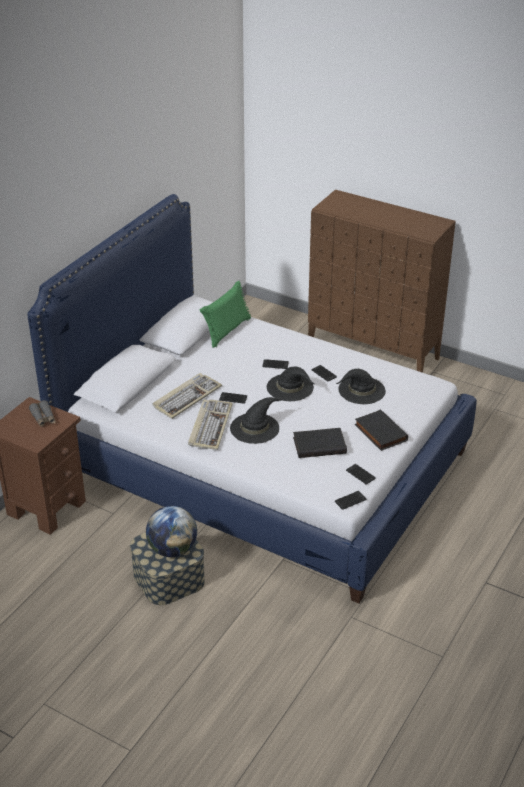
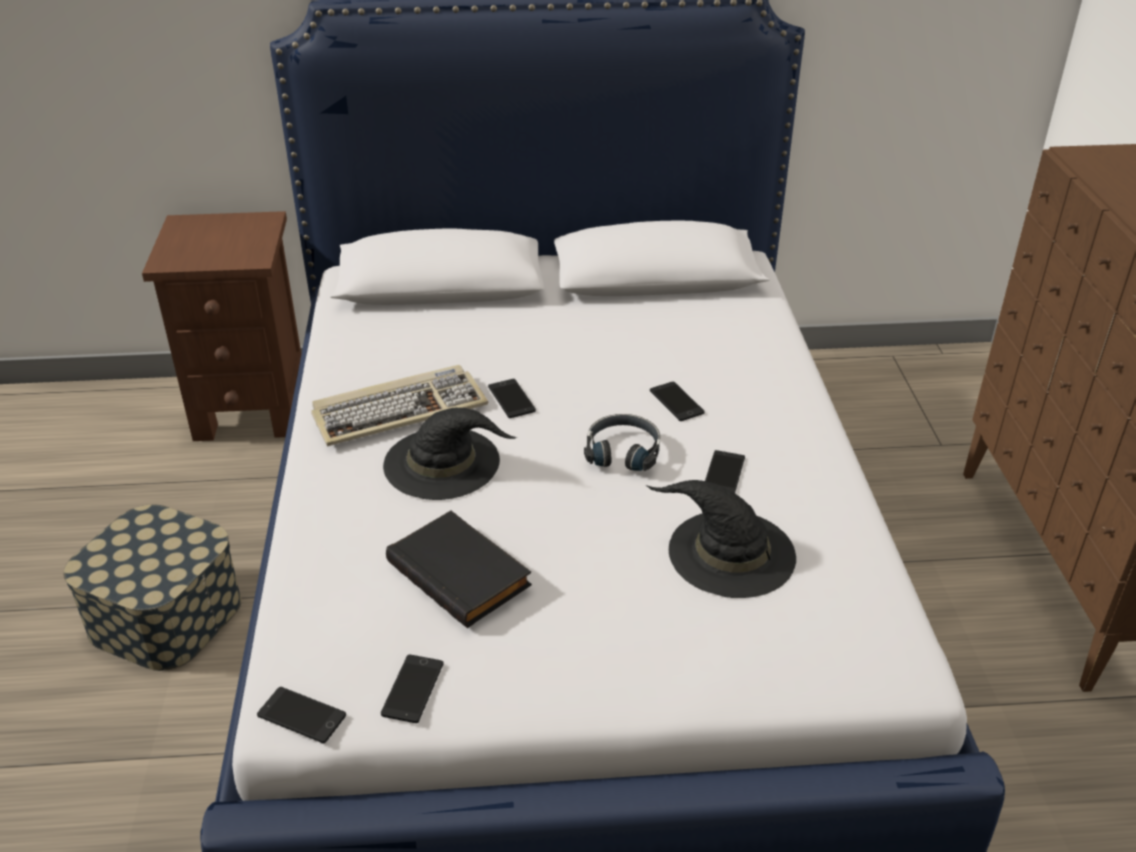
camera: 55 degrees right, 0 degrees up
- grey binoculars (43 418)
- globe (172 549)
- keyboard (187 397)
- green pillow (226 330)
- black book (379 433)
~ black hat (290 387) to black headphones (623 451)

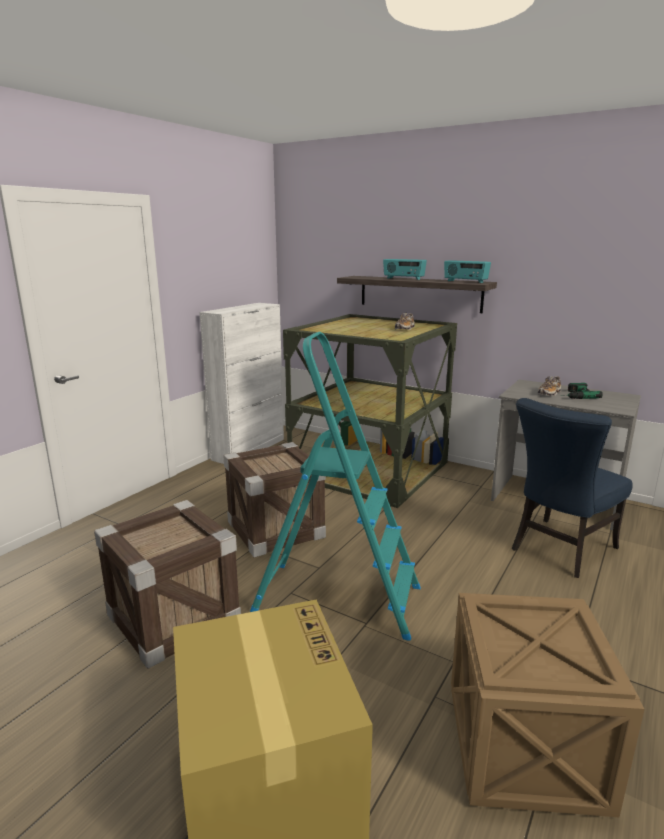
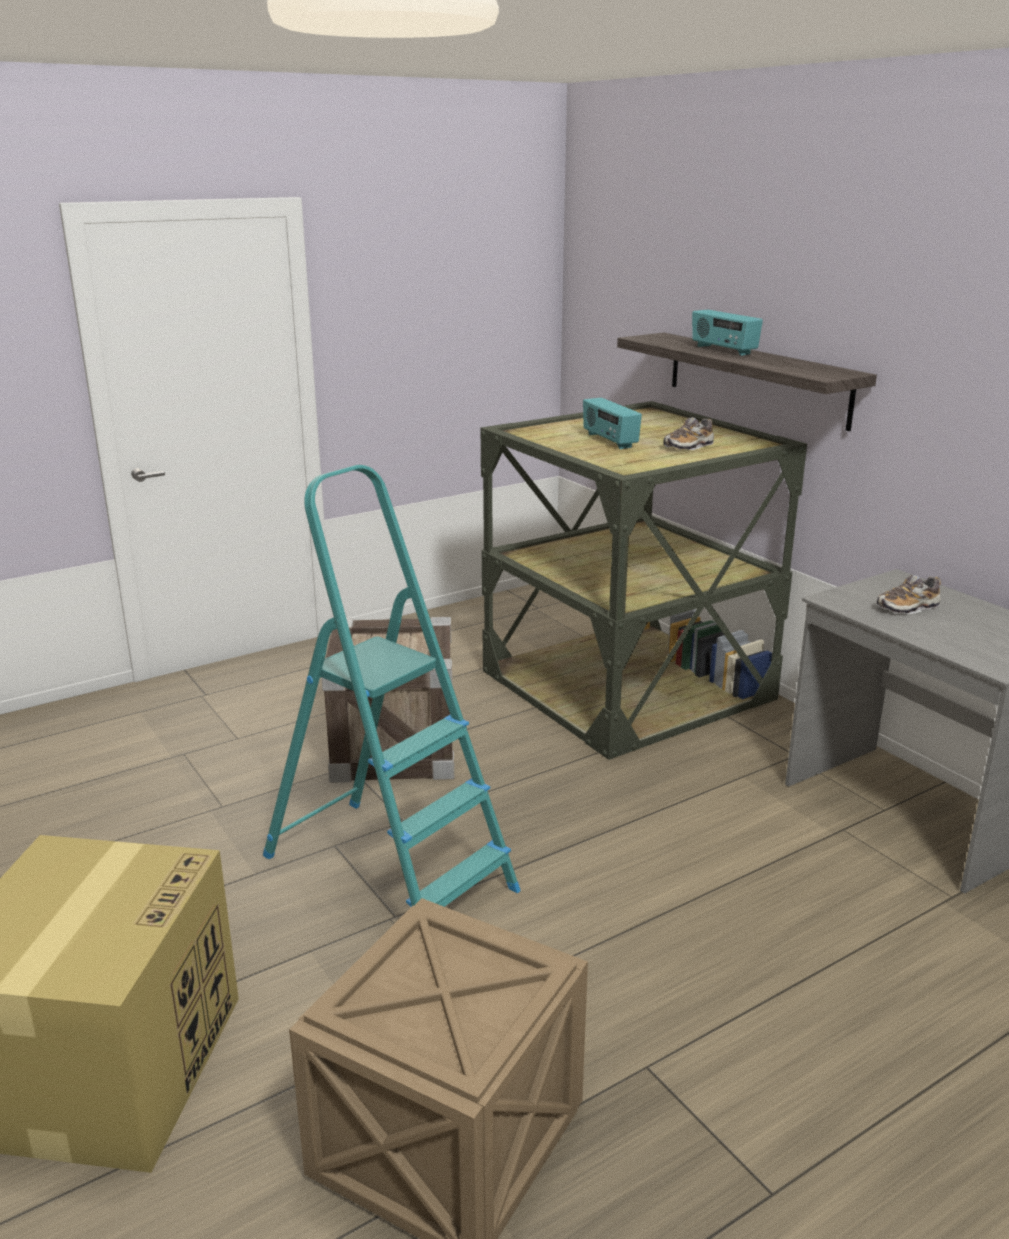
camera: 25 degrees right, 5 degrees up
- crate (173 618)
- white cabinet (249 449)
- blue chair (559 550)
- power drill (573 395)
~ radio (465 281) to (609 441)

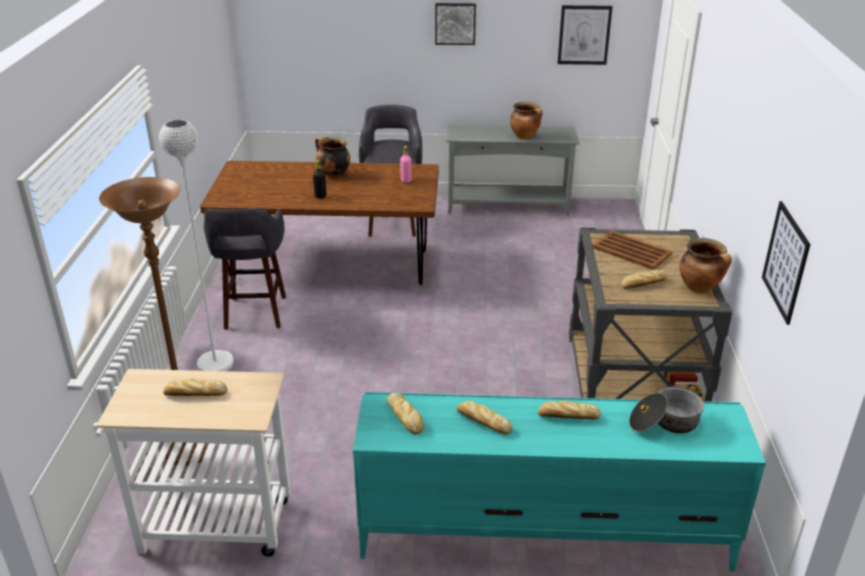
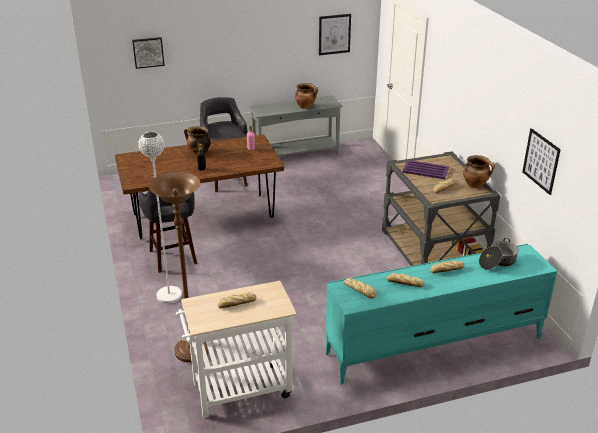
camera: 20 degrees left, 0 degrees up
~ picture (455 23) to (148 52)
~ brown tray (631 250) to purple tray (425 170)

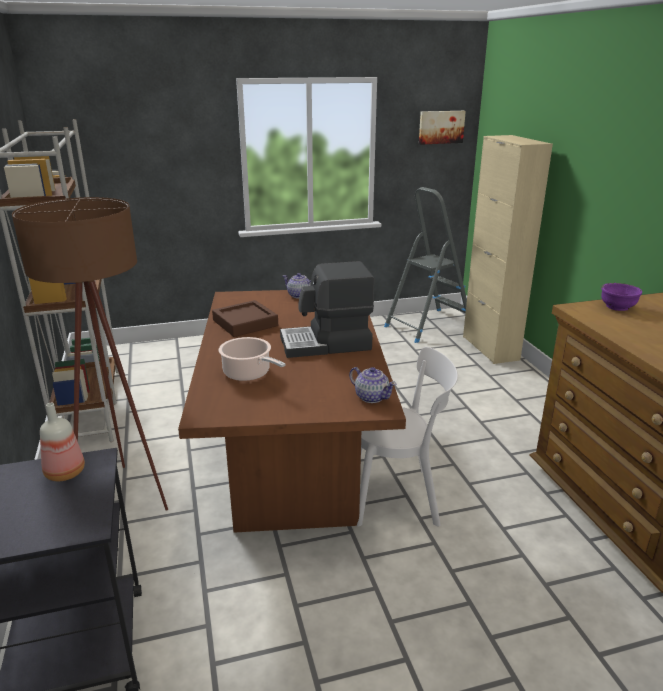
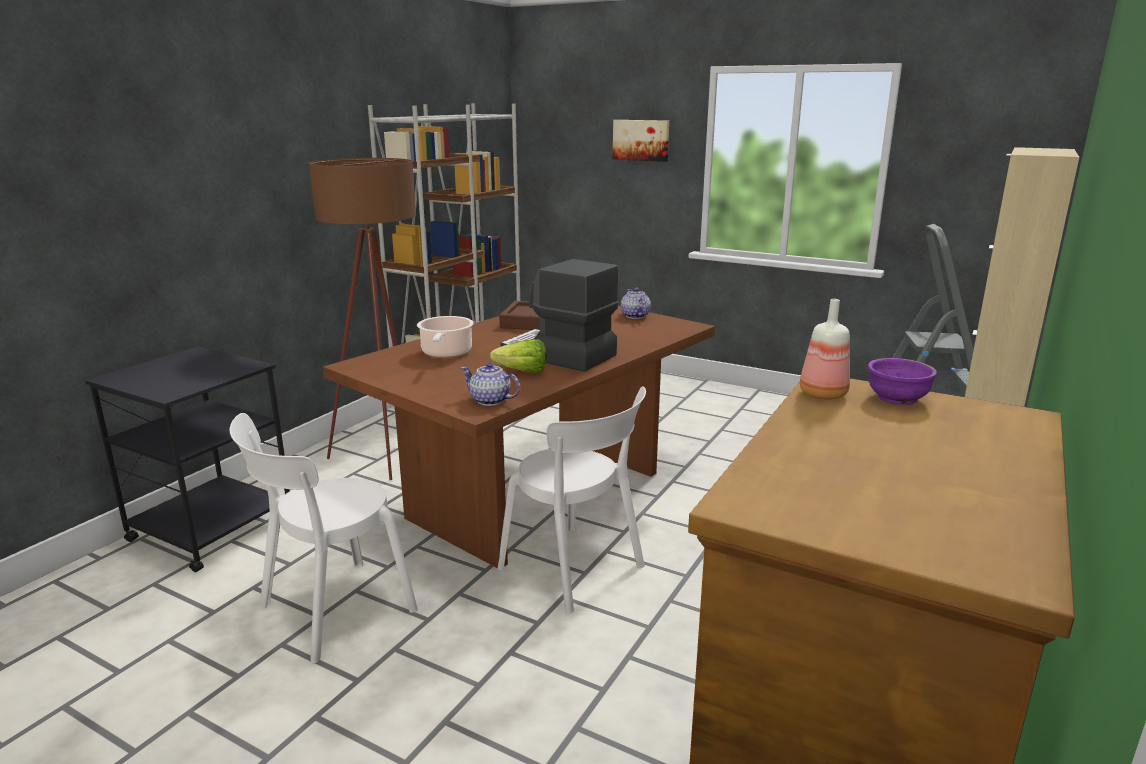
camera: 45 degrees right, 5 degrees down
+ white chair (331 611)
+ lettuce (518 372)
~ bottle (64 473) to (821 394)
~ picture (441 127) to (641 140)
~ teapot (371 397) = (490 400) 120 degrees clockwise

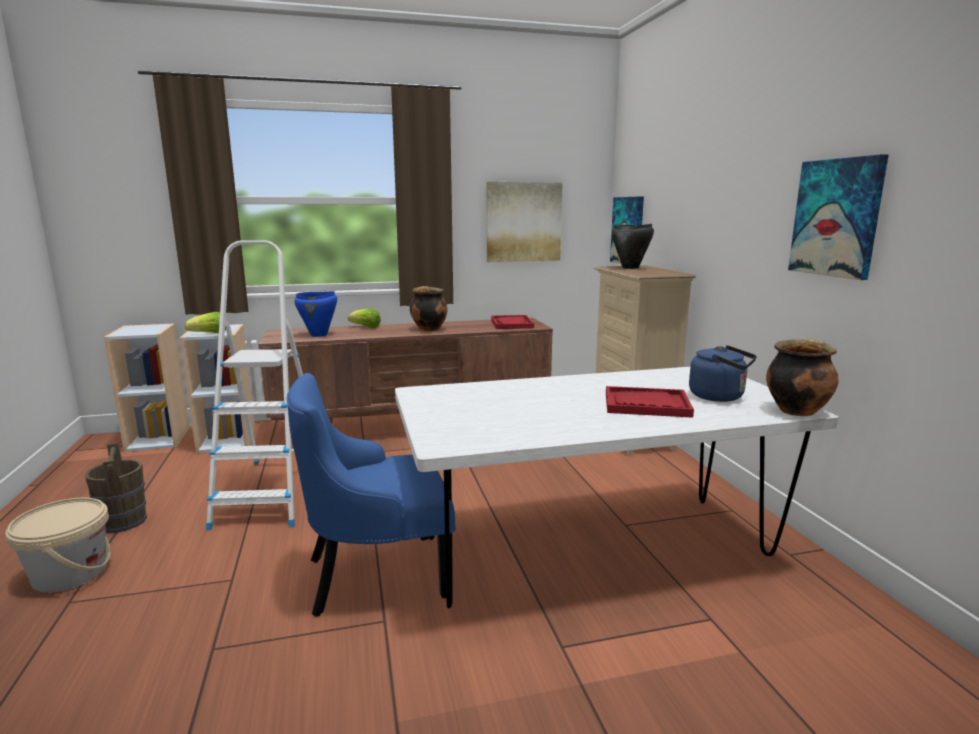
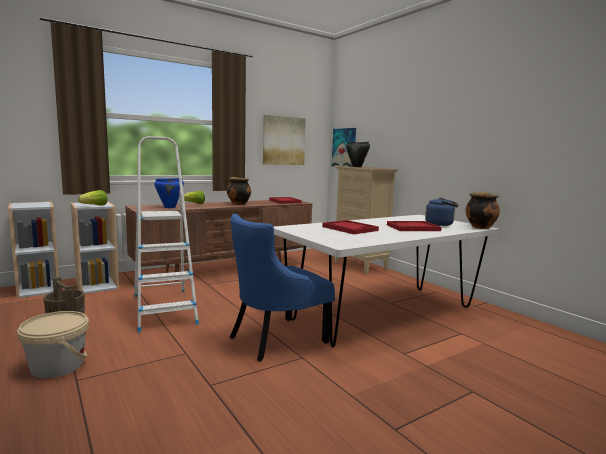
camera: 20 degrees left, 5 degrees down
- picture (836 218)
+ red tray (349 228)

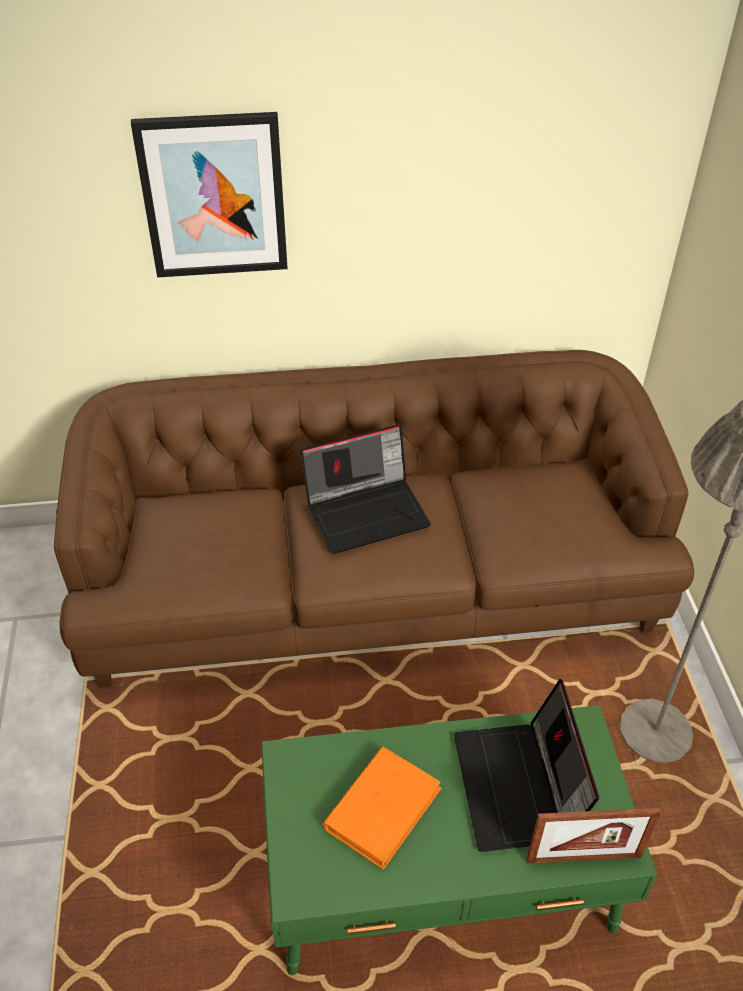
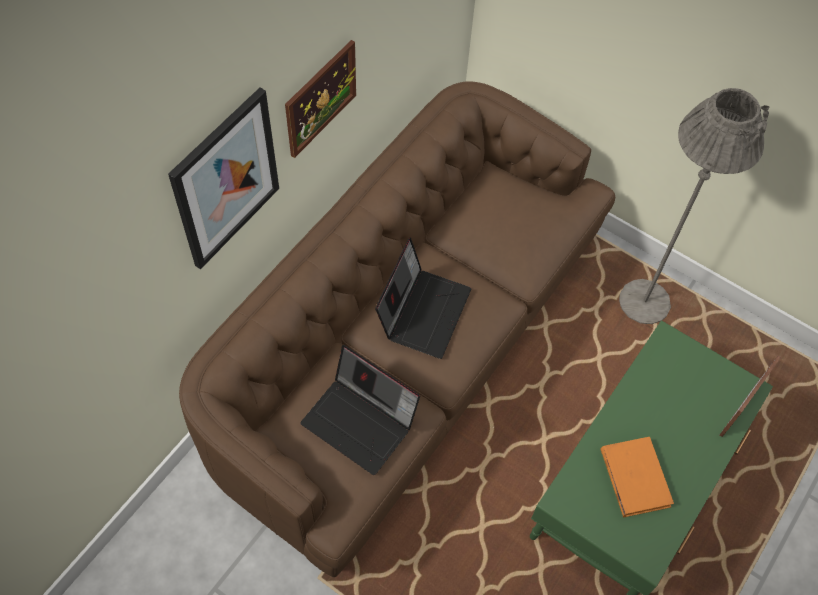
camera: 50 degrees left, 15 degrees up
+ picture (320 98)
~ laptop (518 788) to (361 422)

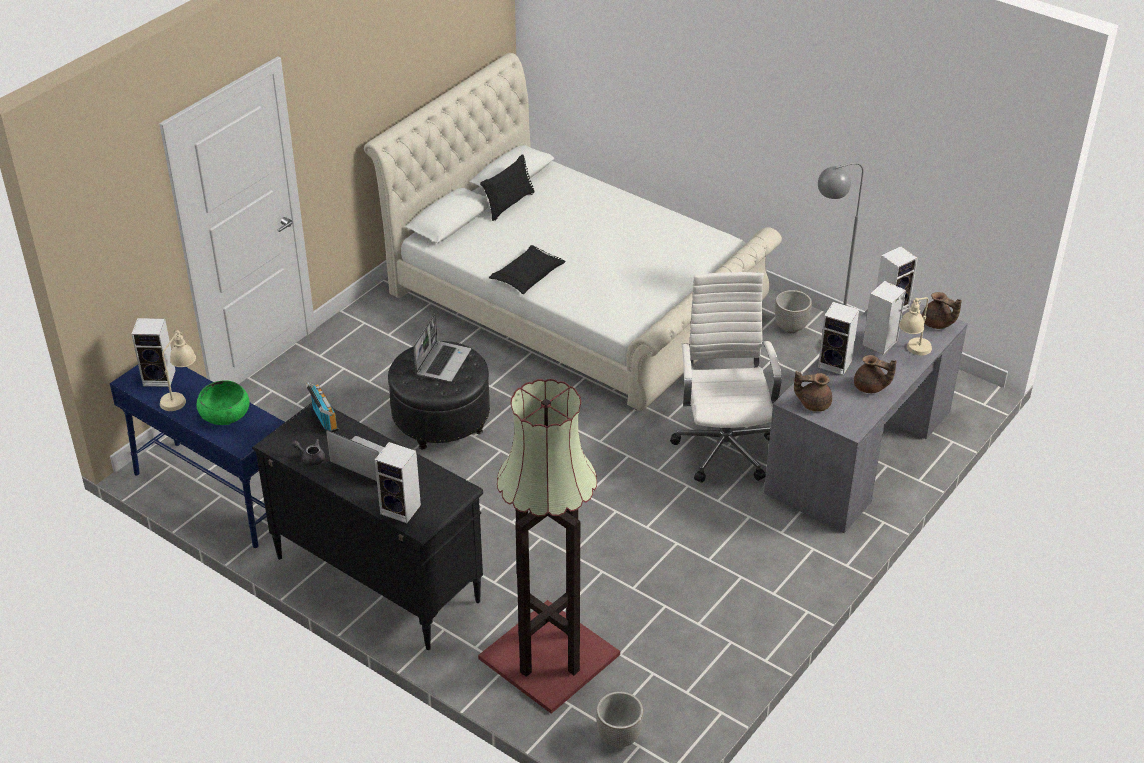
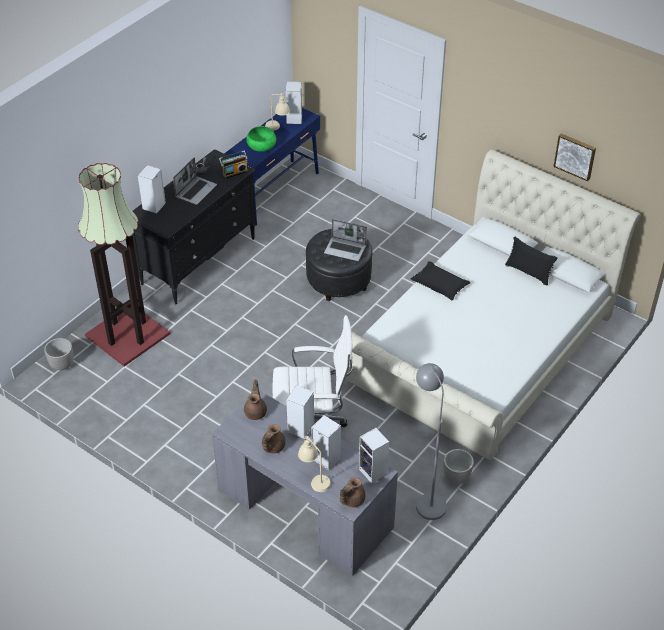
camera: 90 degrees right, 5 degrees up
+ picture (575 156)

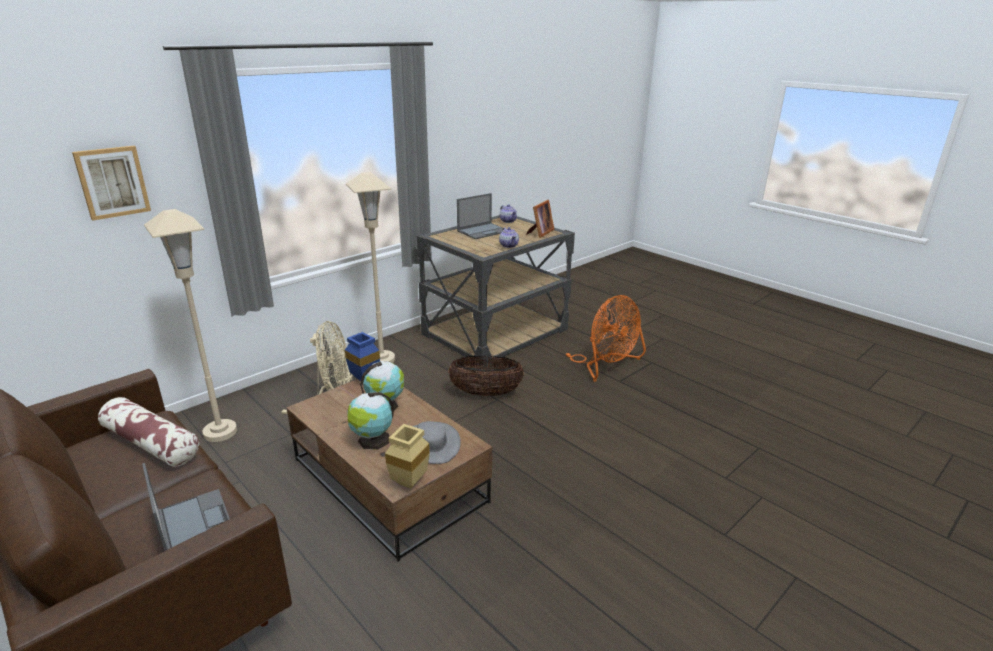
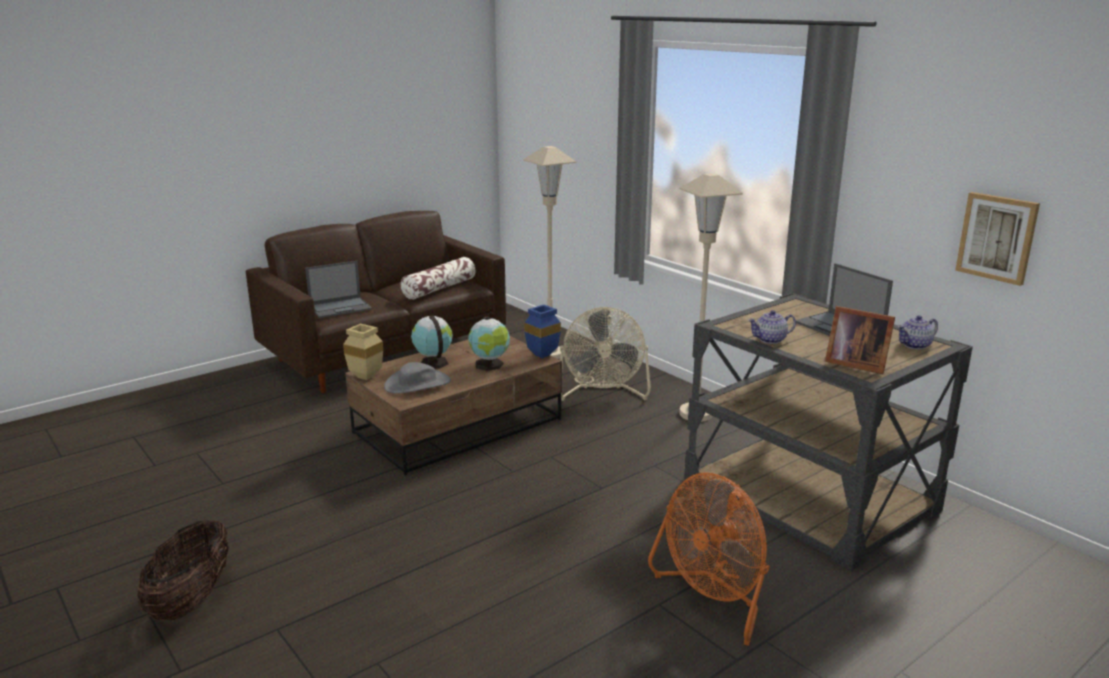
camera: 95 degrees right, 5 degrees down
~ picture (112 182) to (997 237)
~ basket (485 393) to (191 600)

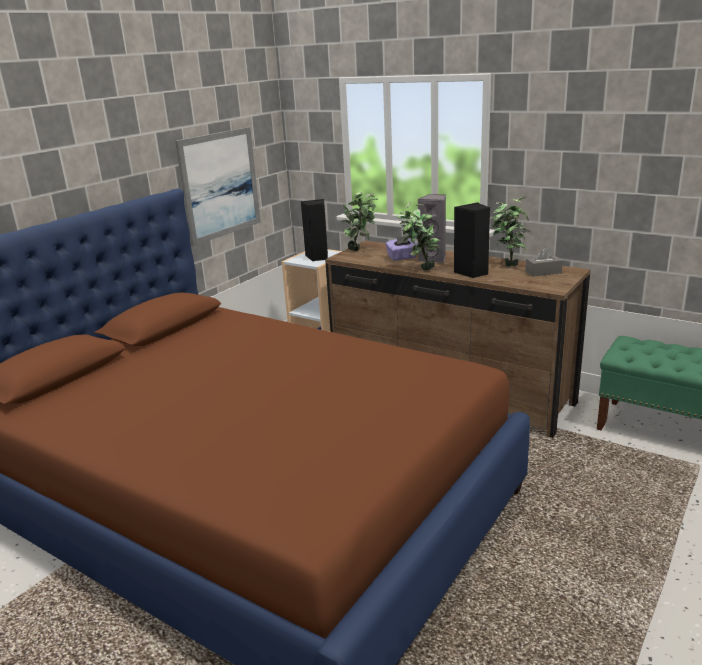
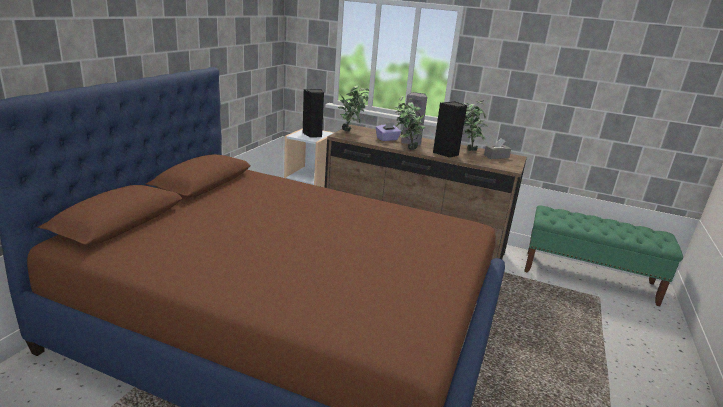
camera: 15 degrees left, 0 degrees up
- picture (220 184)

